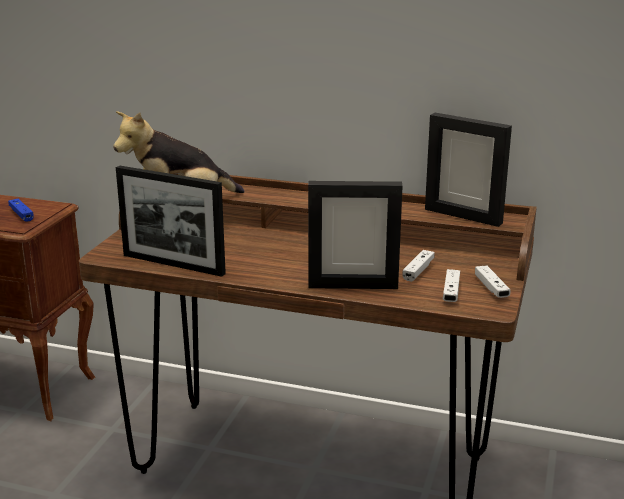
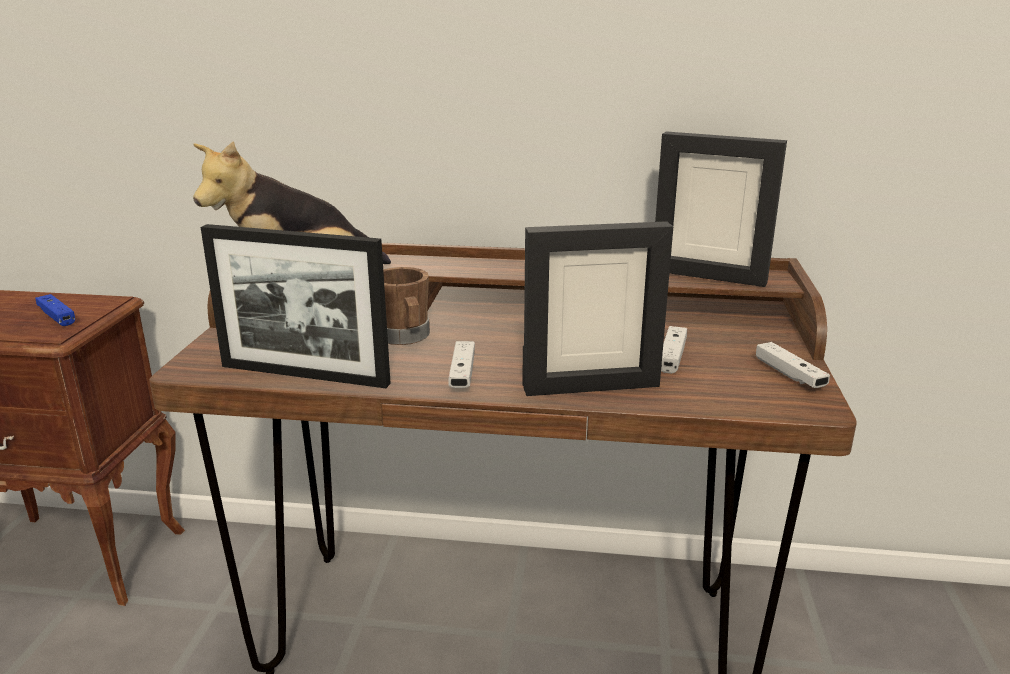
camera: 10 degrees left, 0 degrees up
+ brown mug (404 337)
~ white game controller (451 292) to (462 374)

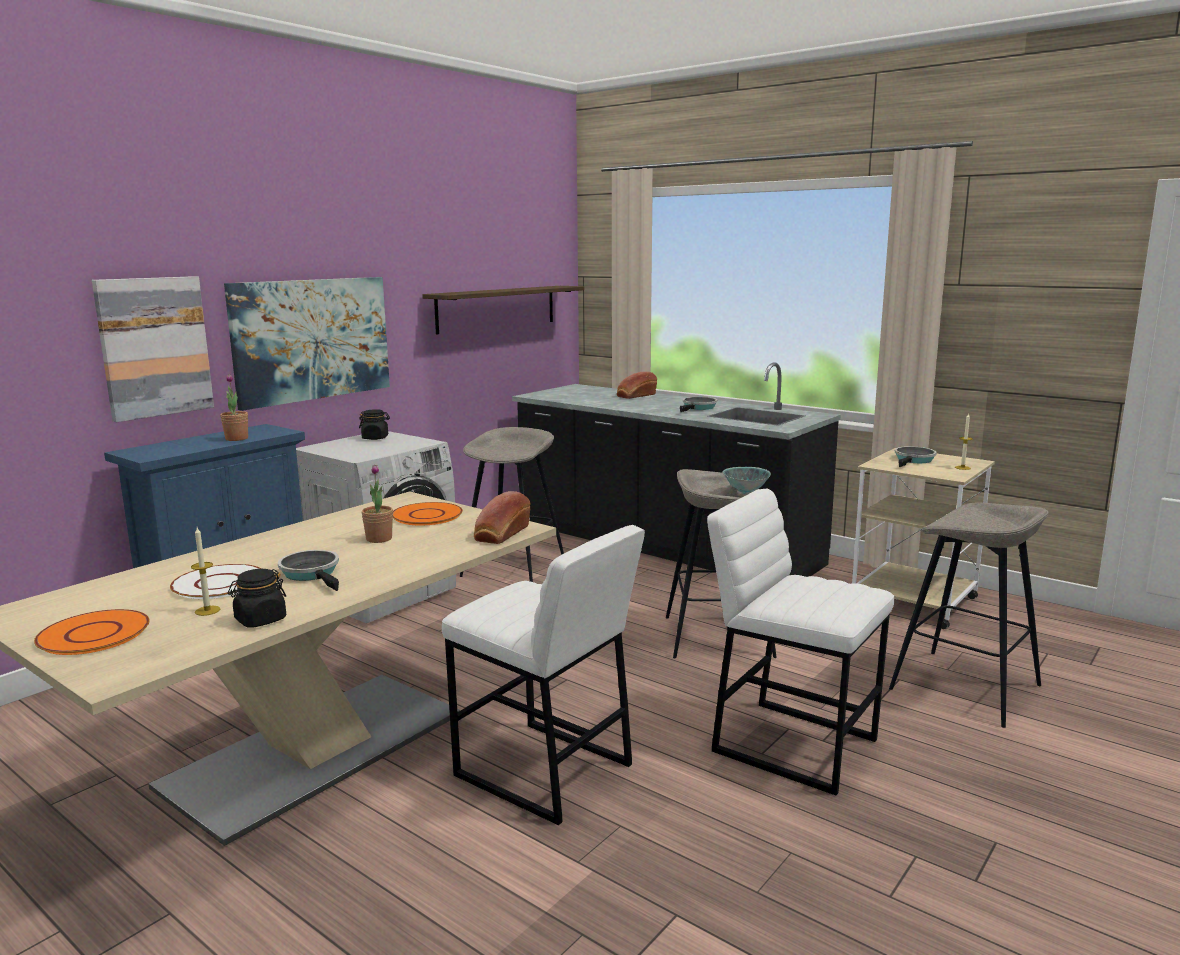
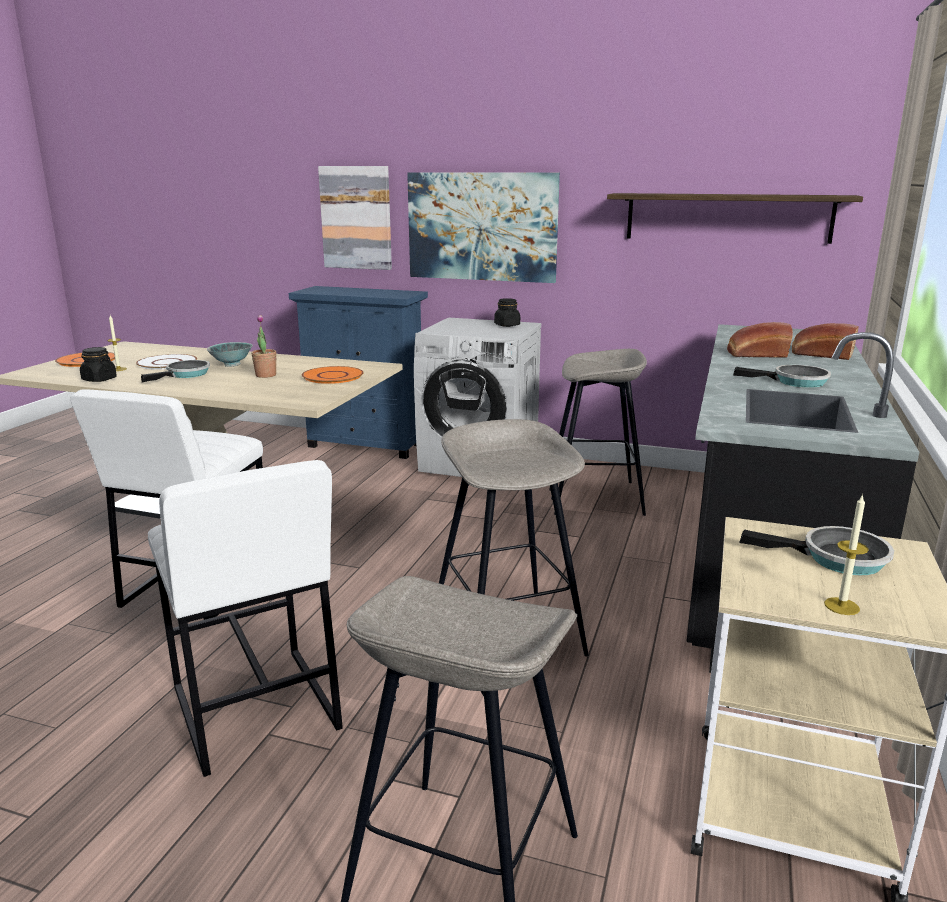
camera: 70 degrees right, 5 degrees up
- potted plant (236 439)
~ bread (501 534) to (756 354)
~ bowl (745 492) to (232 365)
~ white chair (790 744) = (257 710) 135 degrees clockwise

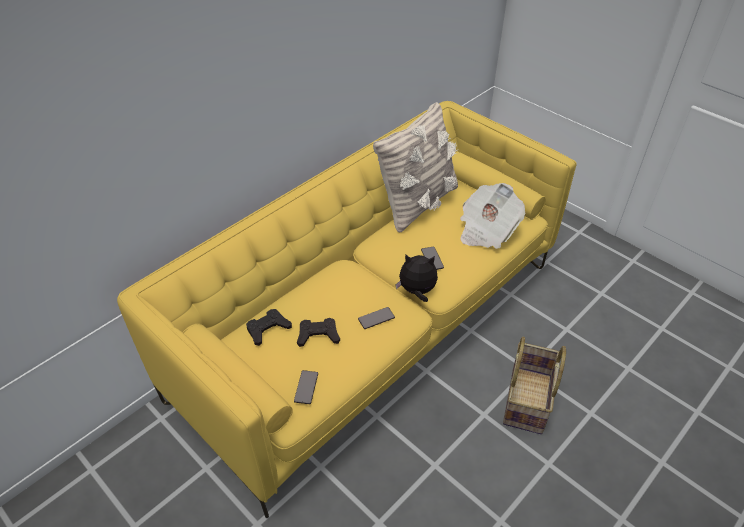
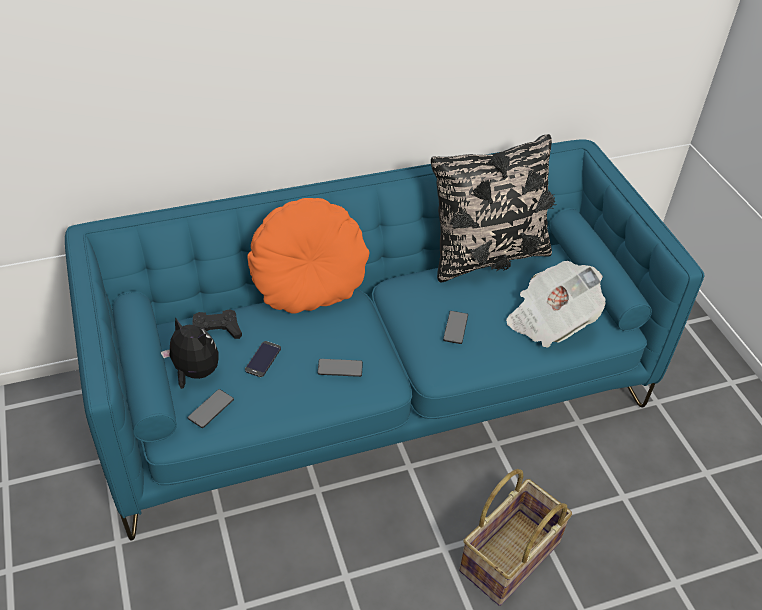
camera: 25 degrees right, 0 degrees up
+ orange pillow (309 295)
~ plush toy (417 291) to (194 373)
~ black game controller (318 335) to phone (263 359)
~ yellow sofa (371 330) to blue sofa (376 392)
~ beige pillow (418 204) to black pillow (487 258)

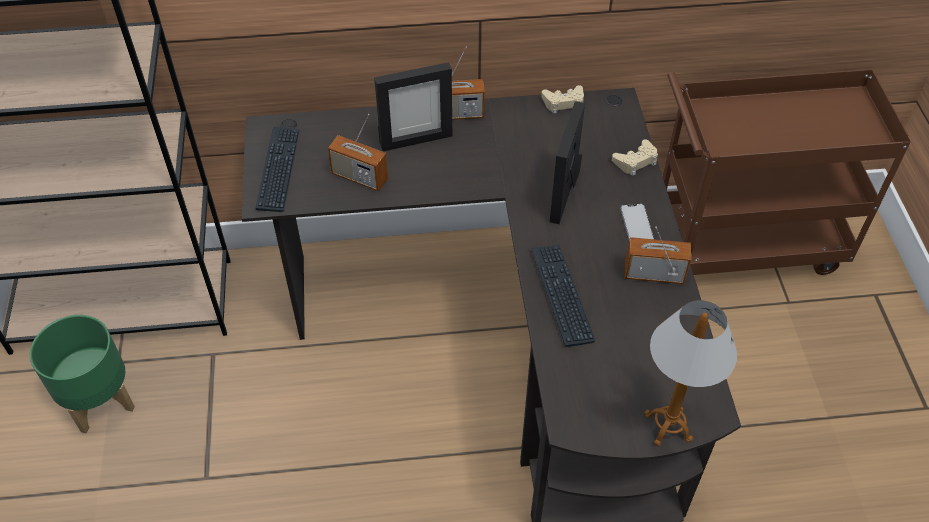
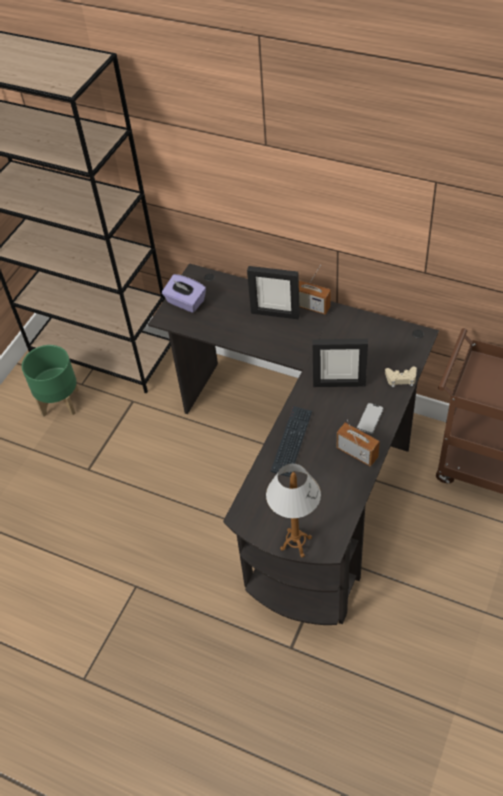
camera: 35 degrees right, 0 degrees up
- radio (359 177)
- beige game controller (563 103)
~ keyboard (278 169) to purple tissue box (185 302)
~ picture frame (565 196) = (339 383) 135 degrees counterclockwise

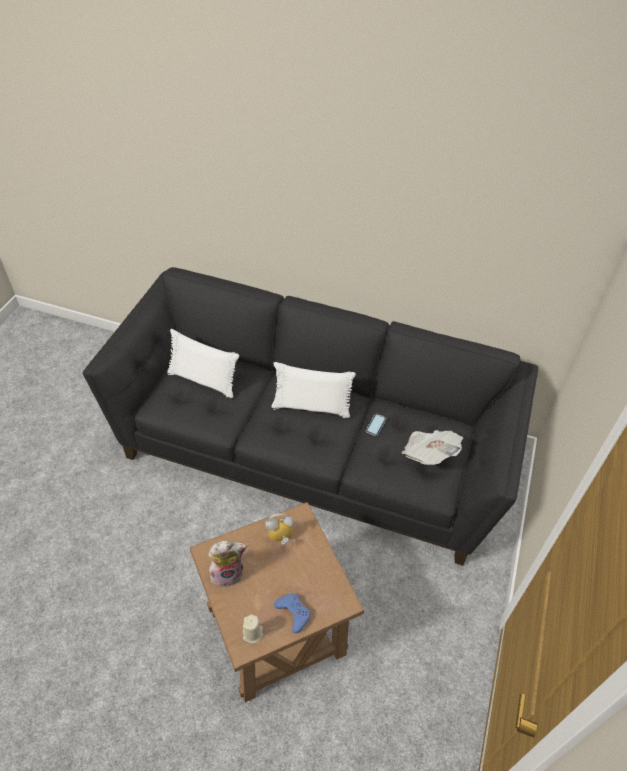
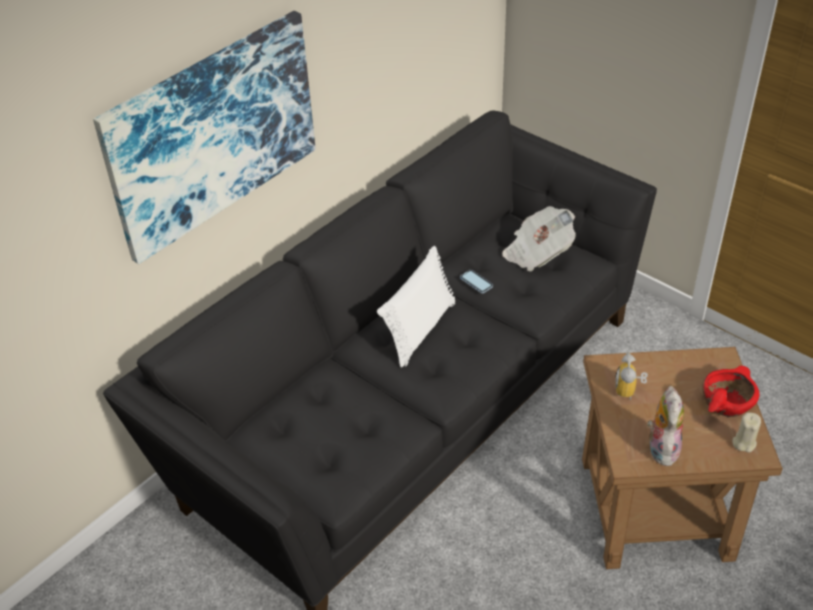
camera: 65 degrees left, 5 degrees down
- white pillow (204 380)
+ picture (212 133)
~ blue game controller (293 613) to red bowl (726 402)

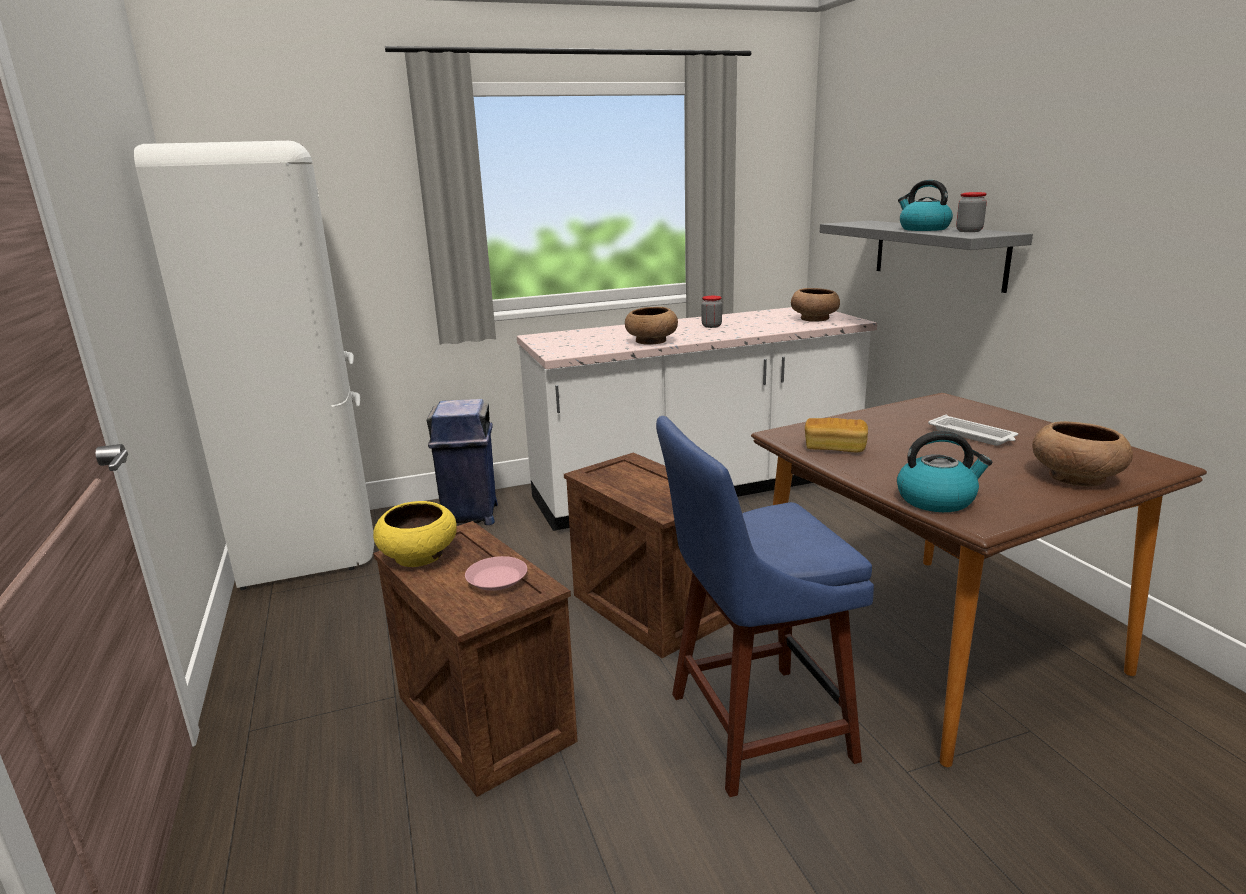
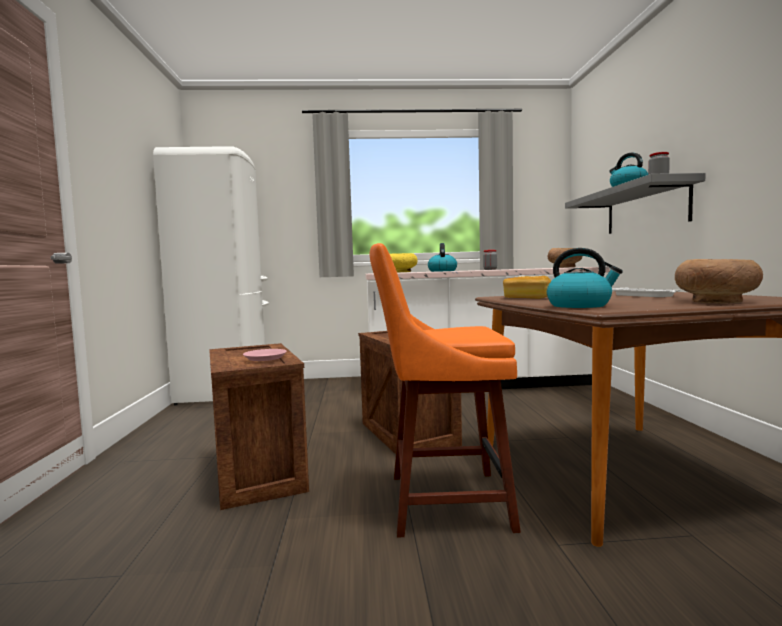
camera: 15 degrees right, 15 degrees down
- blue trash can (470 516)
~ yellow bowl (420 556) to (402 272)
~ brown bowl (651 341) to kettle (442 271)
~ blue chair (750 727) to orange chair (440 501)

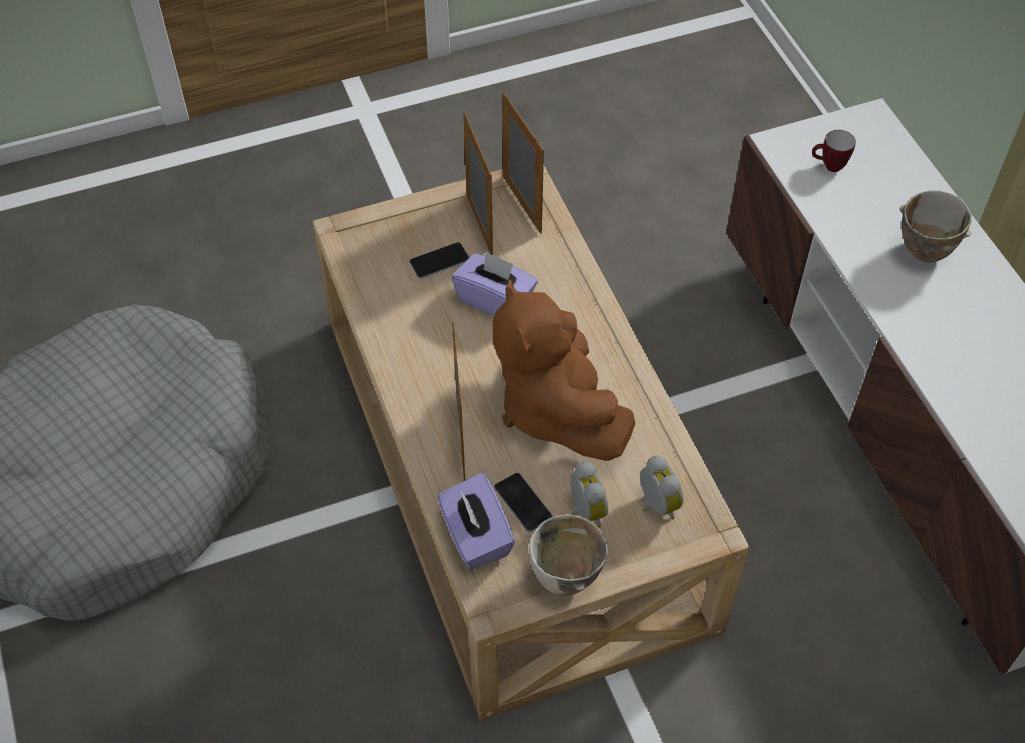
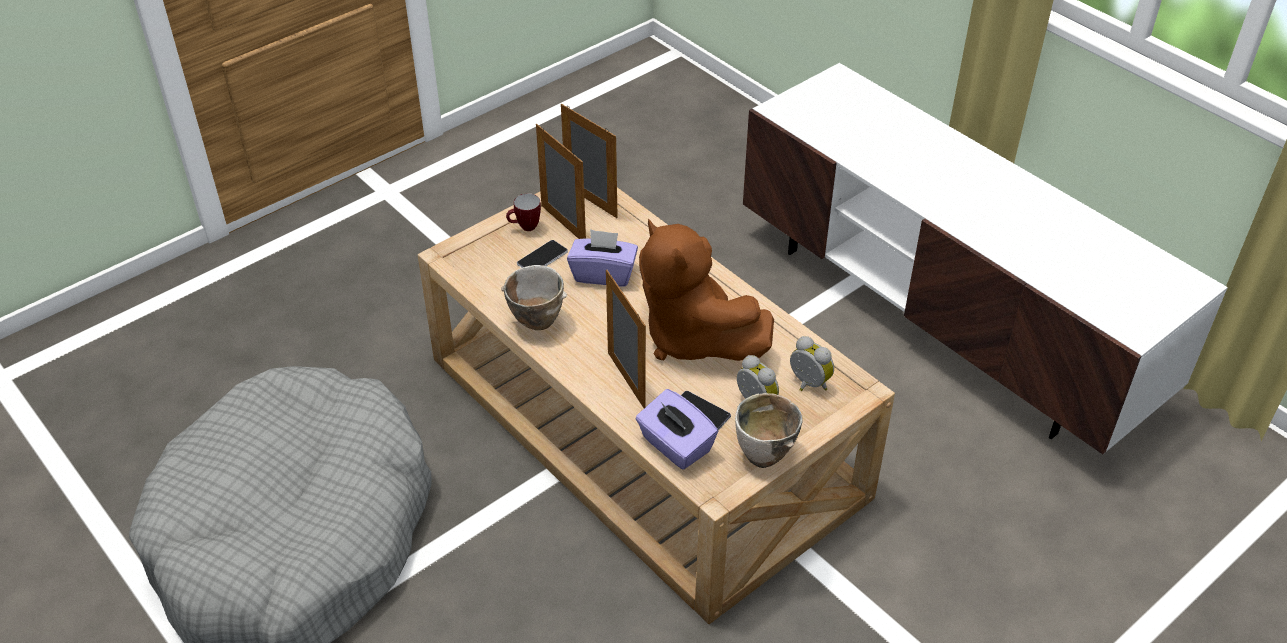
camera: 20 degrees left, 10 degrees down
~ mug (828 166) to (525 228)
~ bowl (921 251) to (534 322)

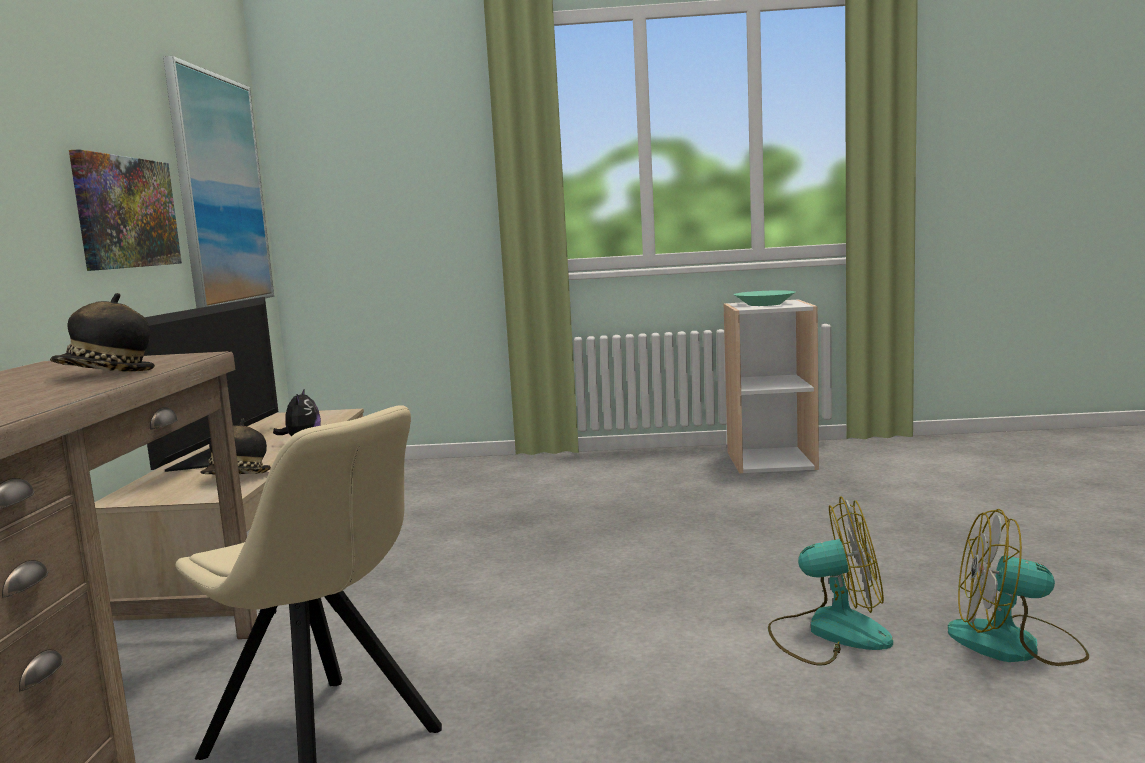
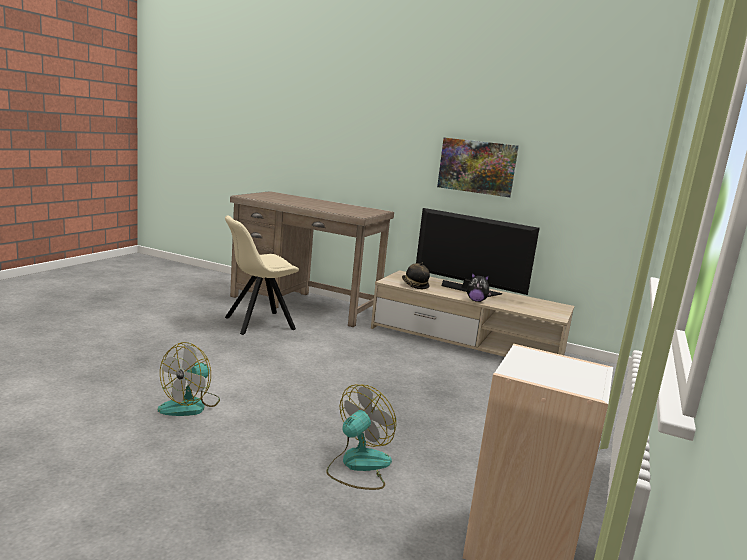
camera: 110 degrees right, 5 degrees up
- hat (106 374)
- picture (221 191)
- turquoise bowl (764 304)
~ fan (1015 645) to (358 466)

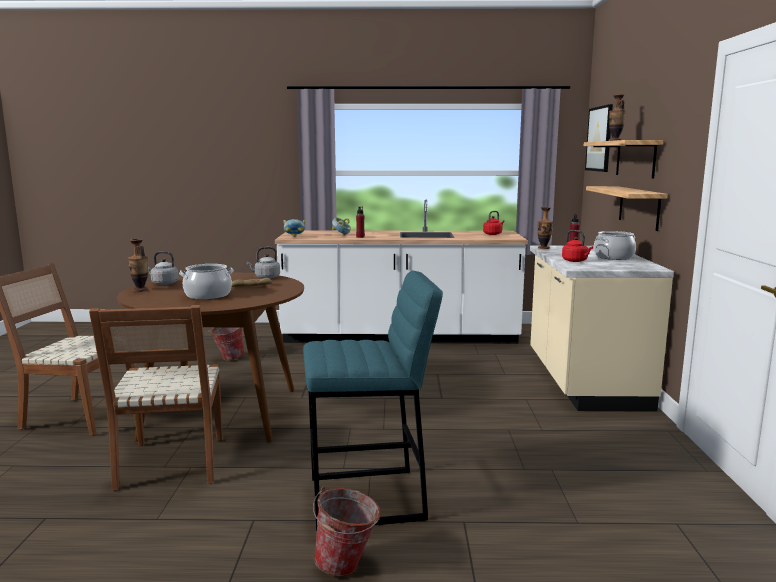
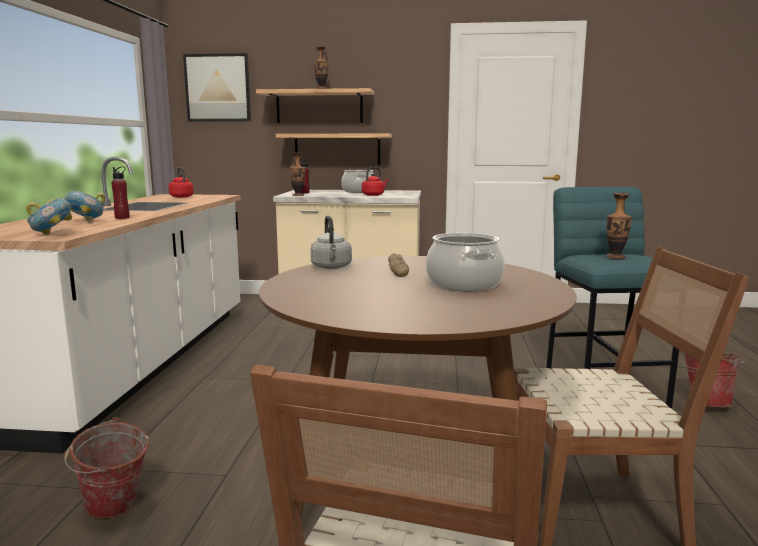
camera: 85 degrees left, 0 degrees up
- grey kettle (163 283)
~ vase (140 290) to (615 257)

